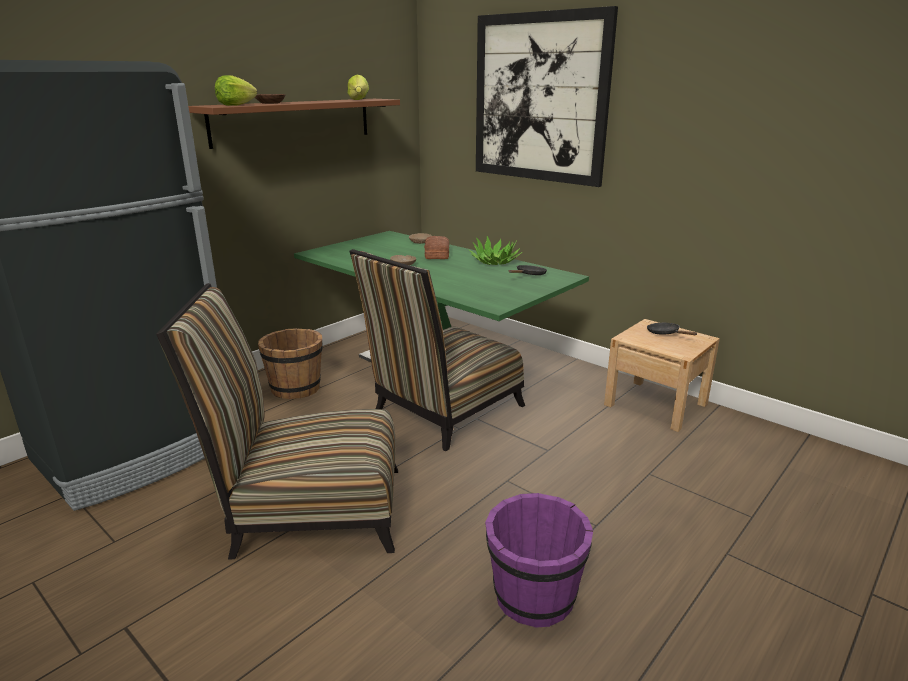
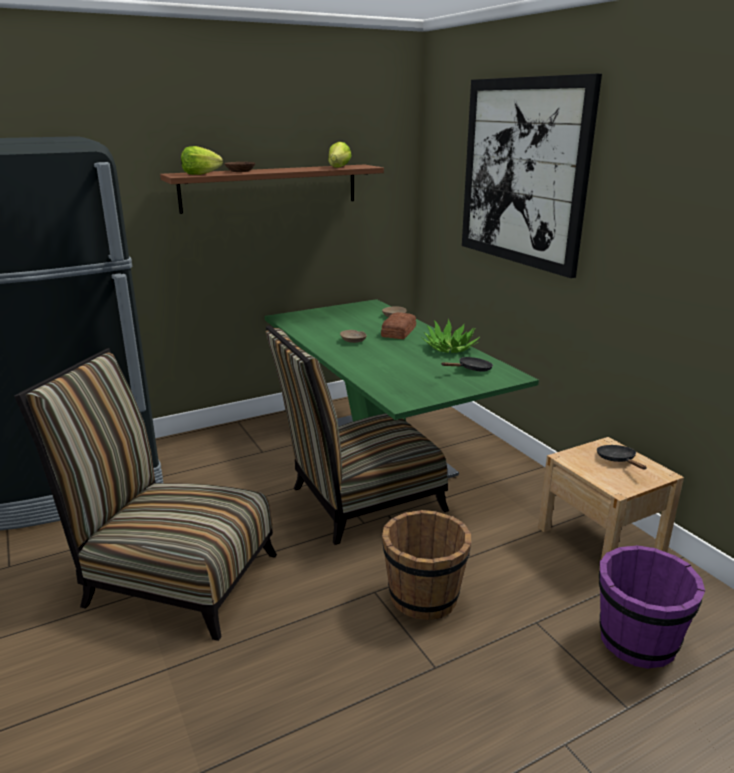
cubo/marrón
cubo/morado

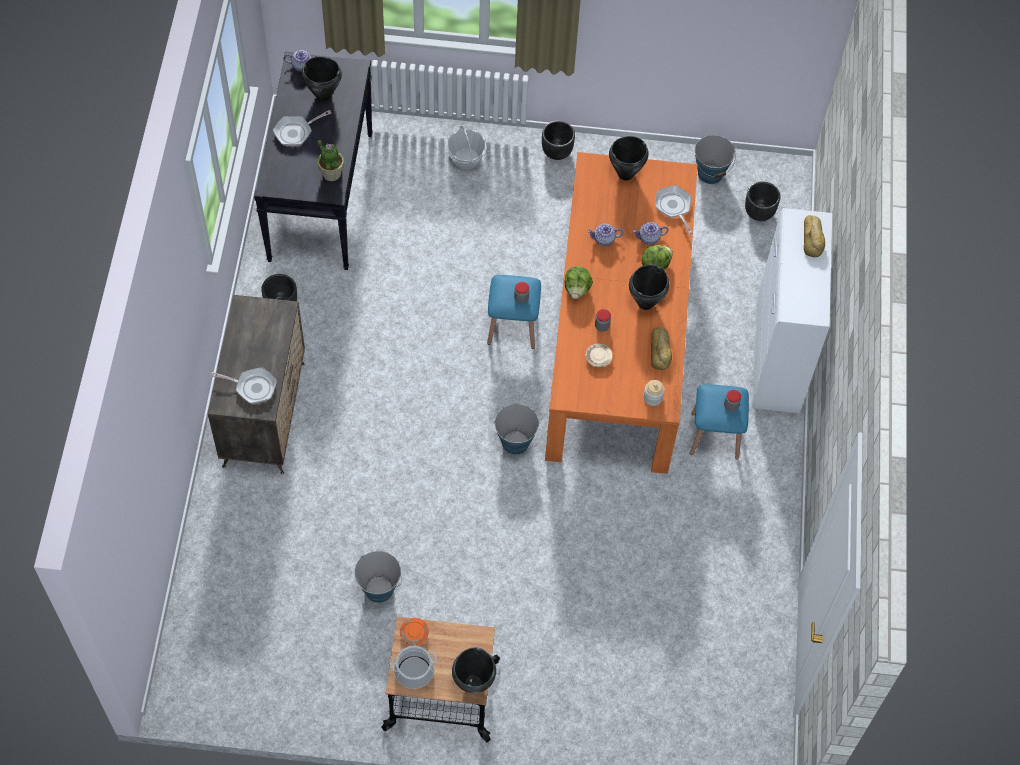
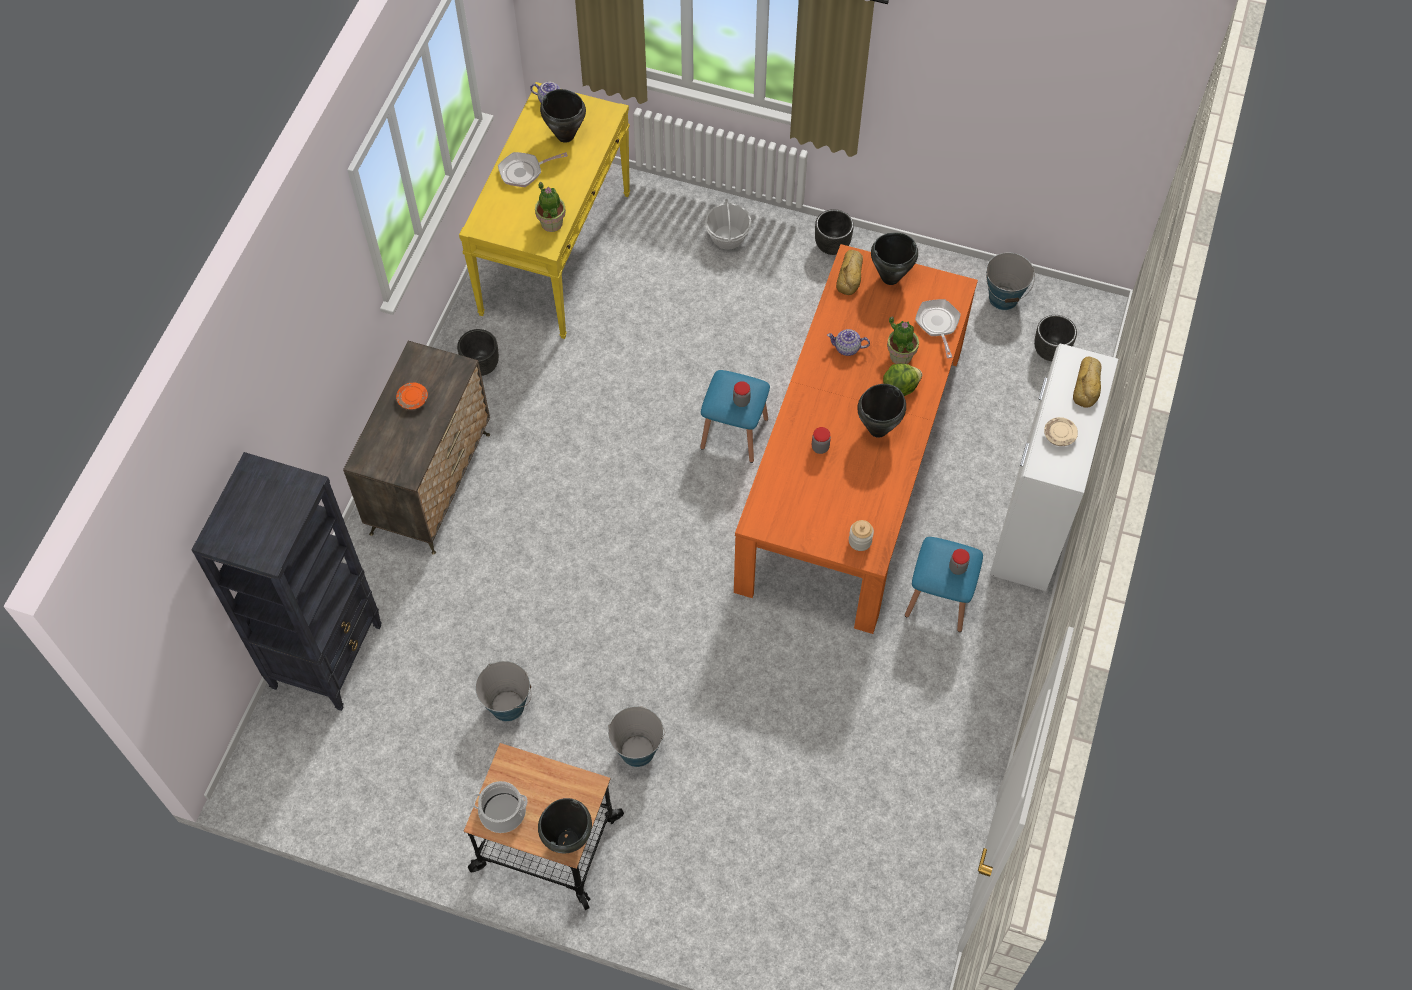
sartén (no. 1 from left in the first image)
lechuga (no. 1 from left in the first image)
estantería/negro
plato/naranja
cubo (no. 2 from left)
plato/beis
pan (no. 1 from left)
planta en maceta (no. 2 from left)
mesa consola/amarillo

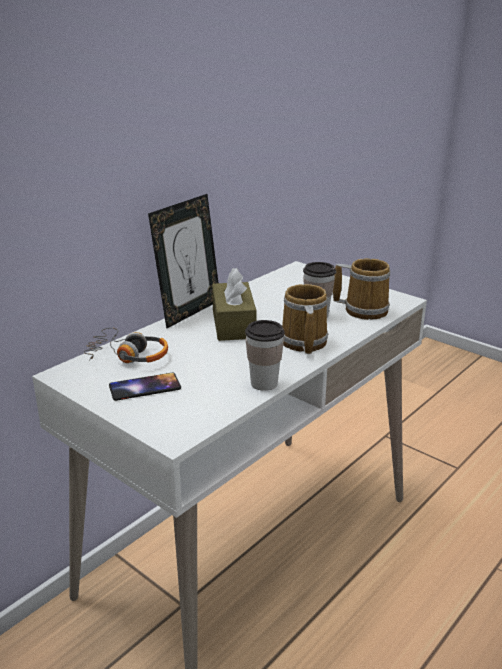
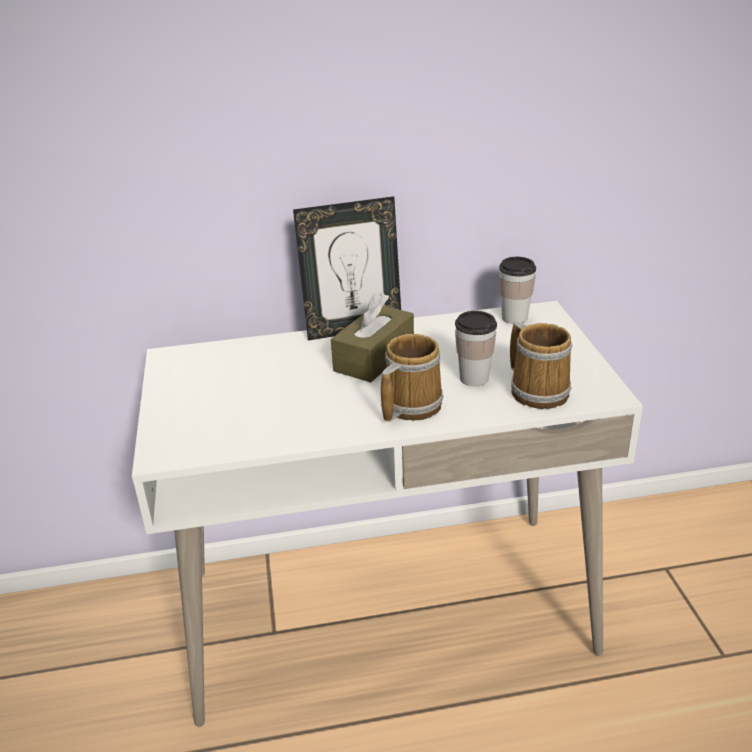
auriculares
móvil
taza (no. 2 from left)

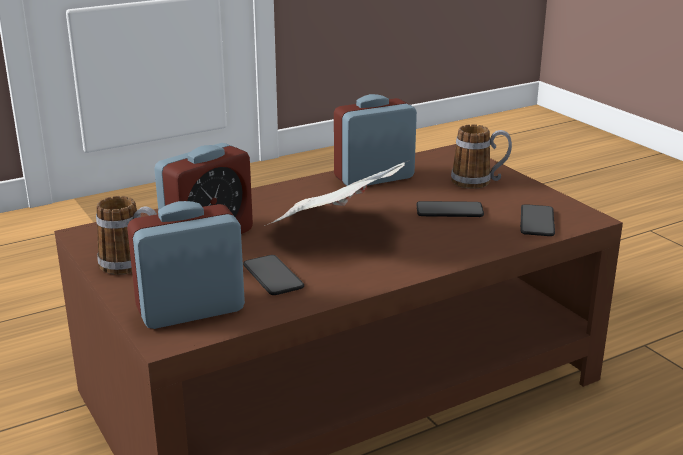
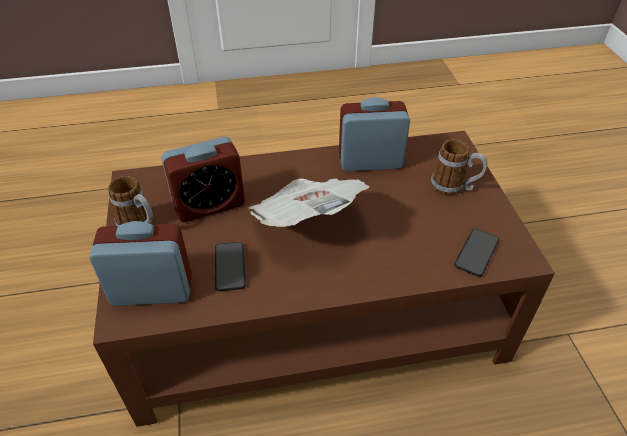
móvil (no. 2 from left in the first image)

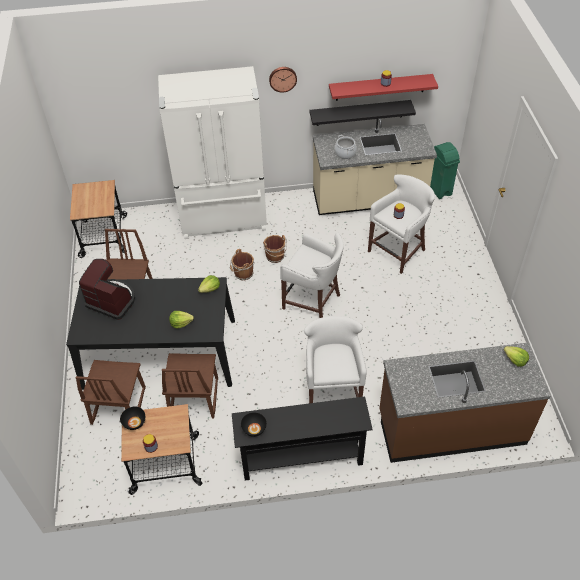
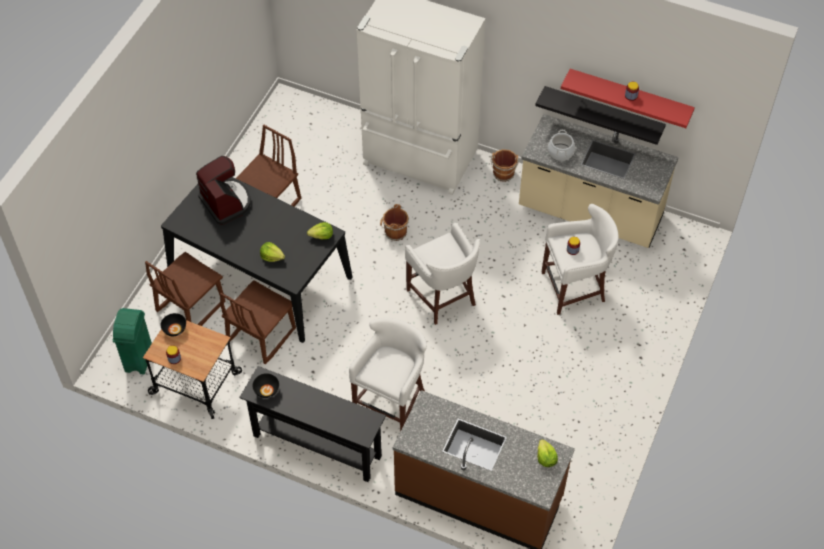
carrito (no. 1 from left in the first image)
reloj de pared
cubo/marrón (no. 2 from left)
papelera/verde

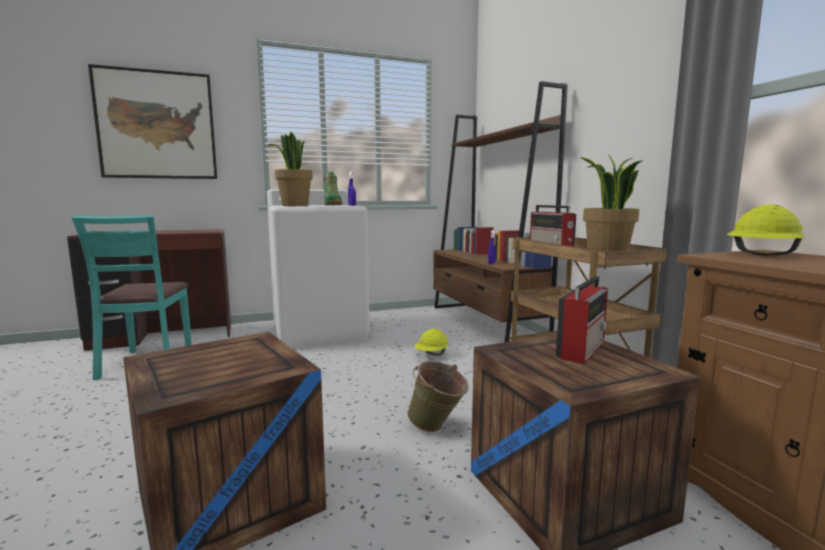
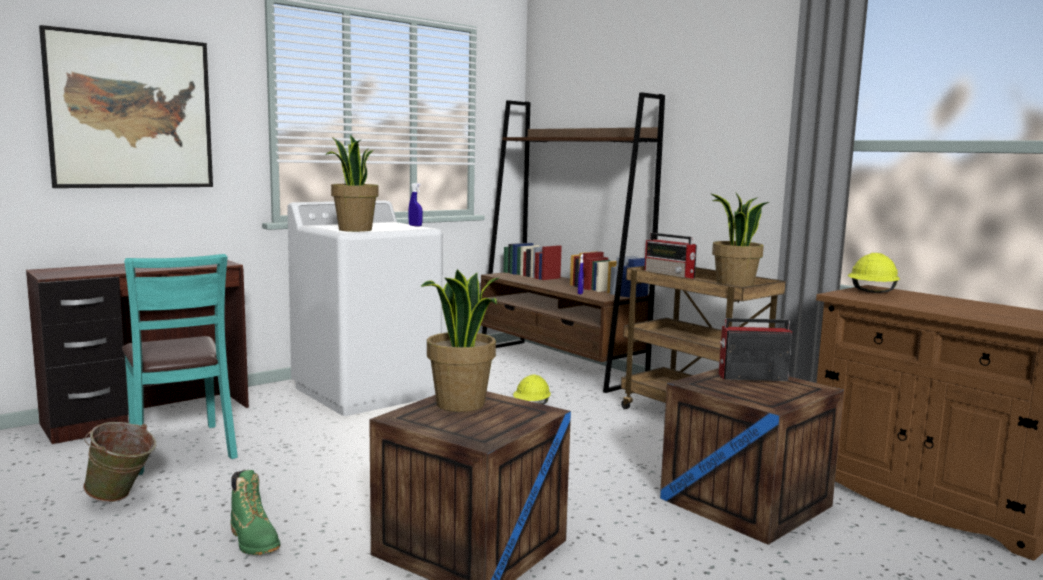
planta en maceta (no. 2 from left)
bota/verde
cubo/verde
radio (no. 2 from left)

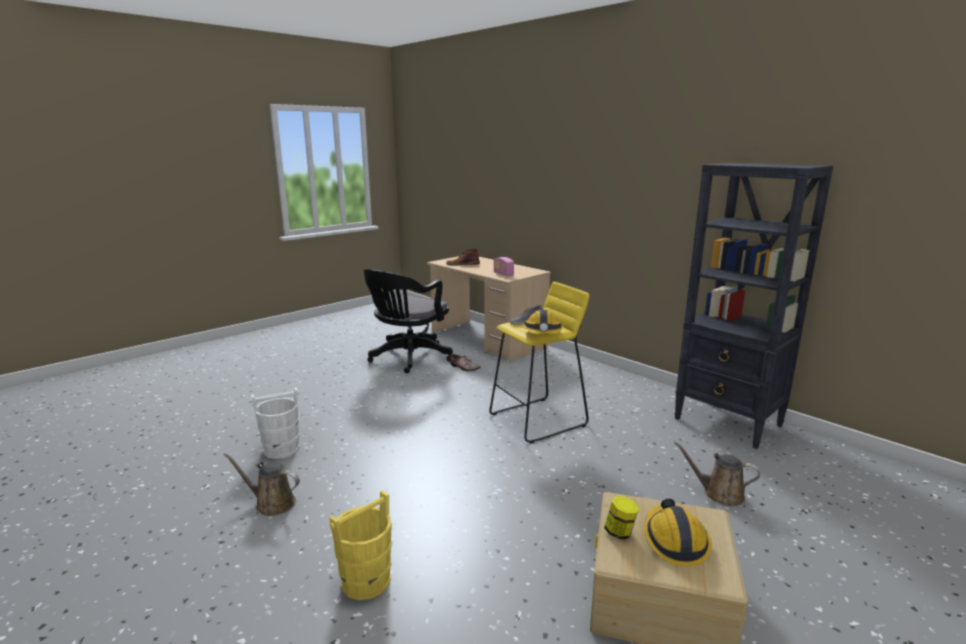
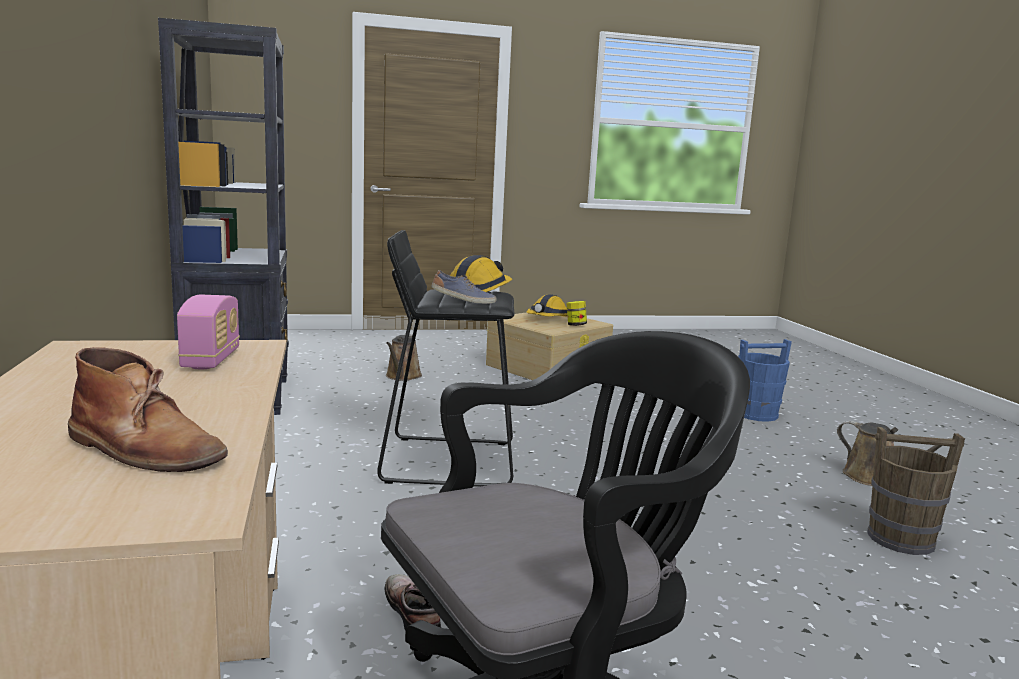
cubo/marrón
cubo/azul
taburete/negro
regadera/marrón (no. 1 from left)

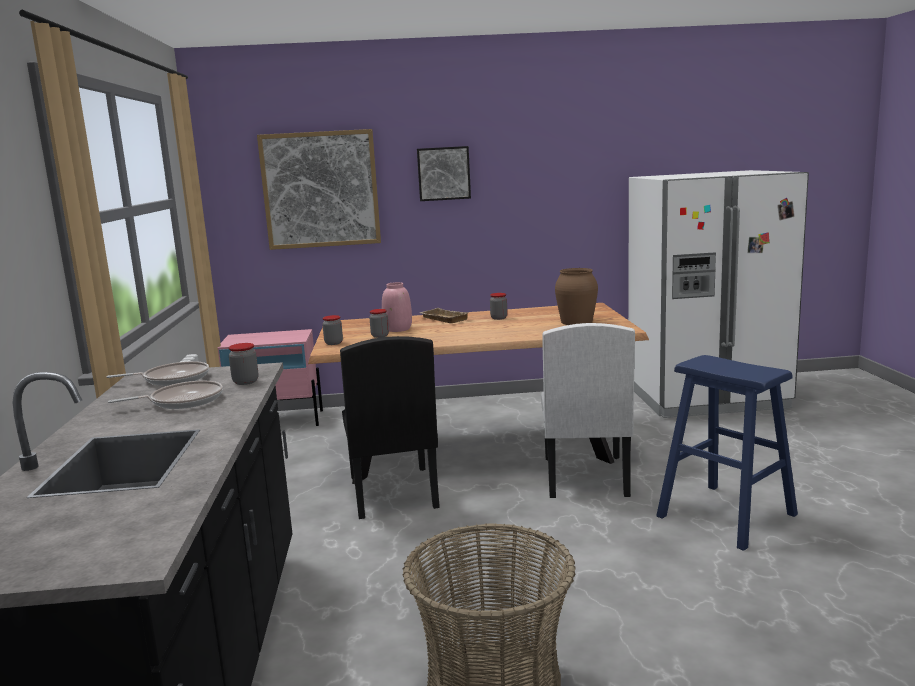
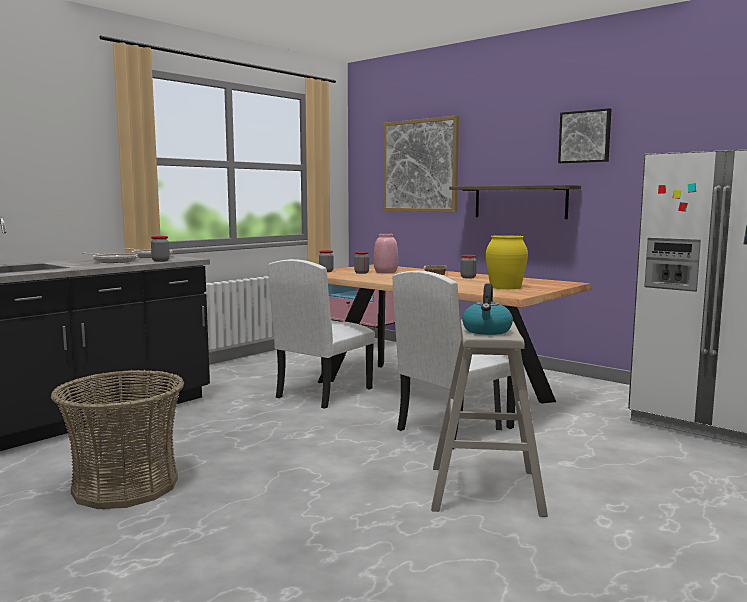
estante
hervidor
cuadro (no. 2 from left)
silla/blanco (no. 1 from left)
florero/amarillo
taburete/beis

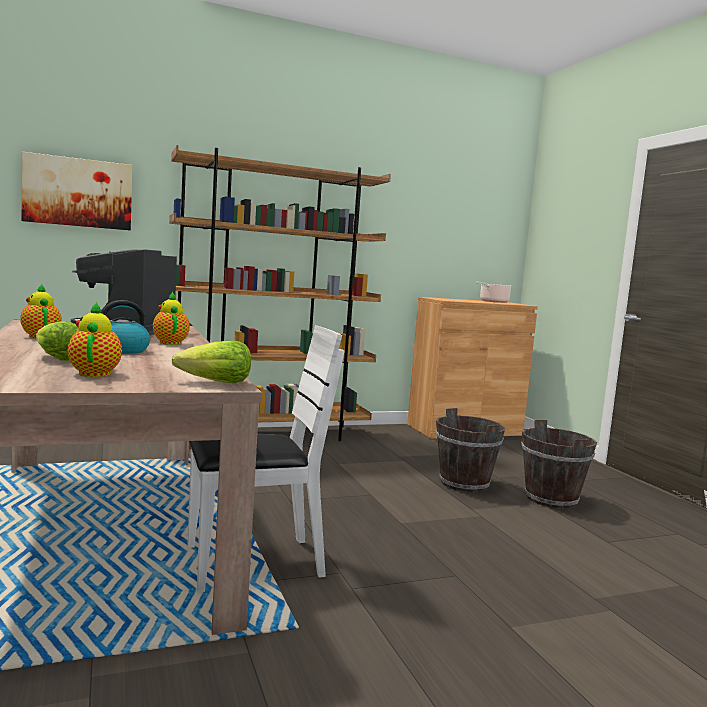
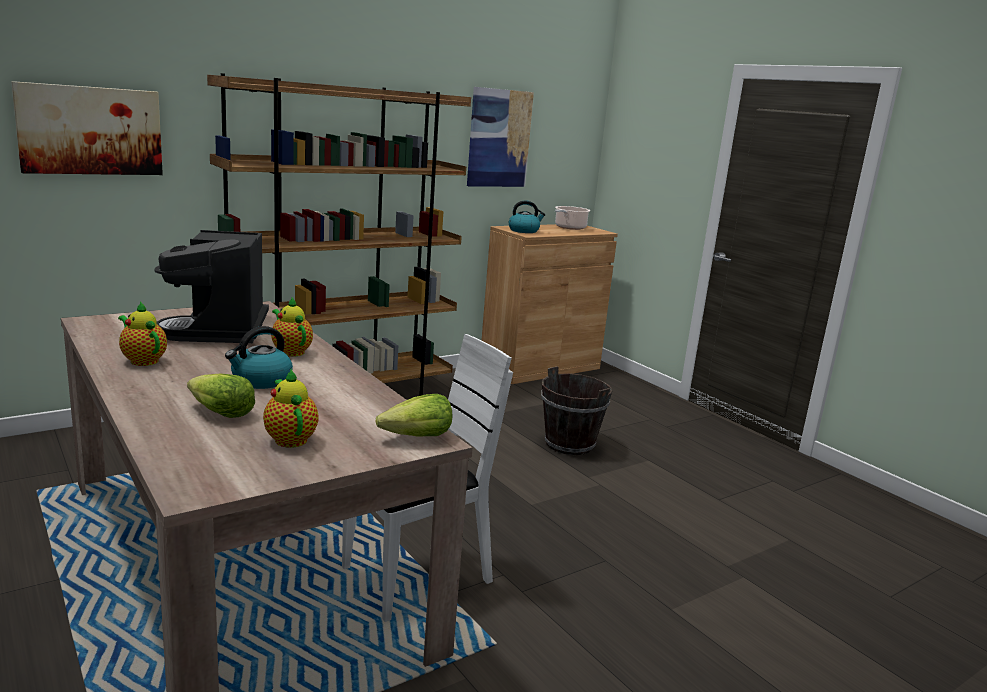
cubo/marrón (no. 2 from left in the first image)
cuadro (no. 2 from left)
hervidor (no. 2 from left)

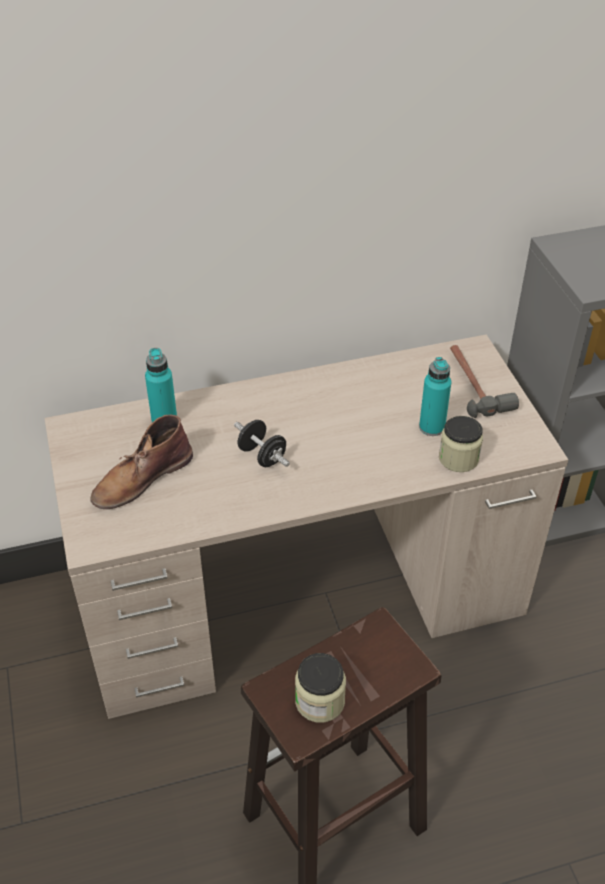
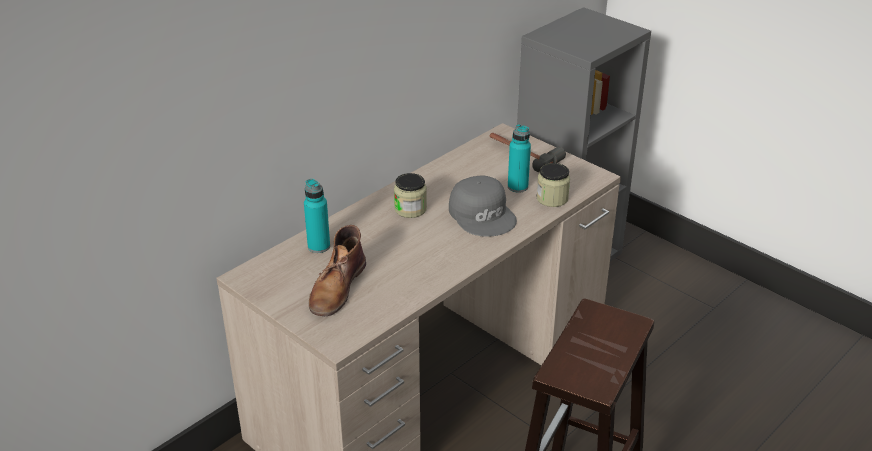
mancuerna/negro
gorra/gris
tarro (no. 1 from left)

